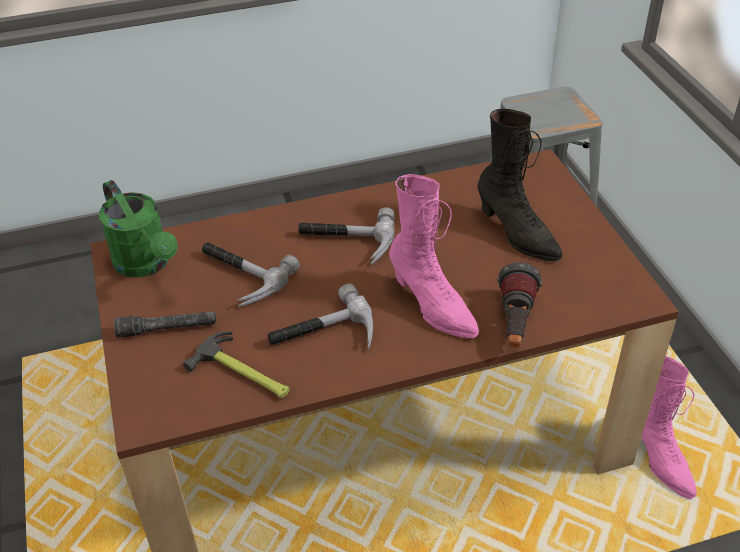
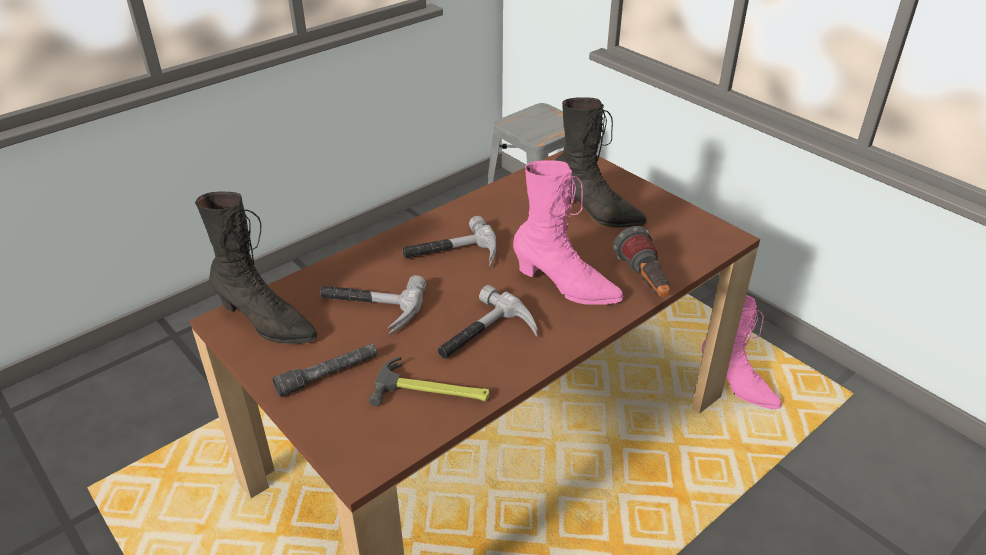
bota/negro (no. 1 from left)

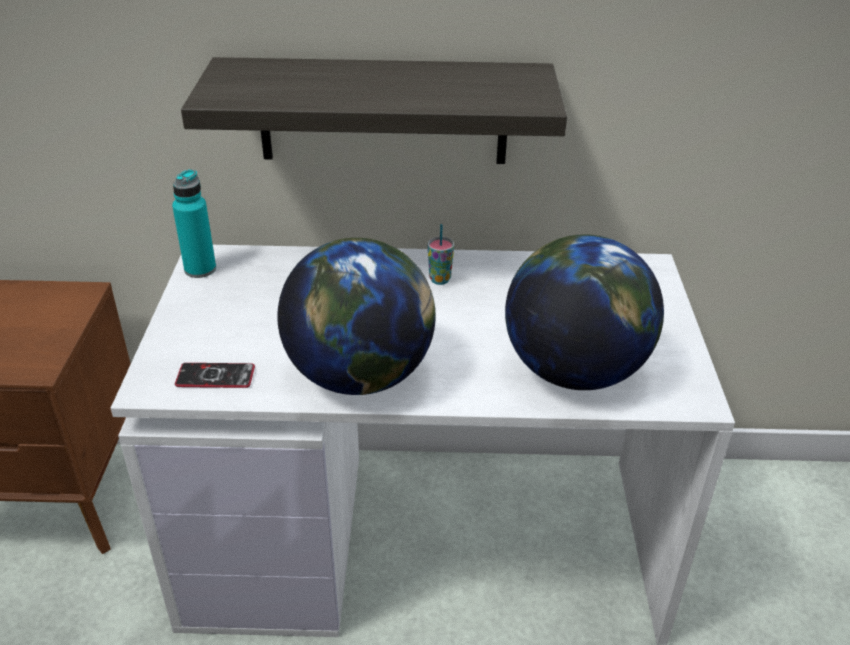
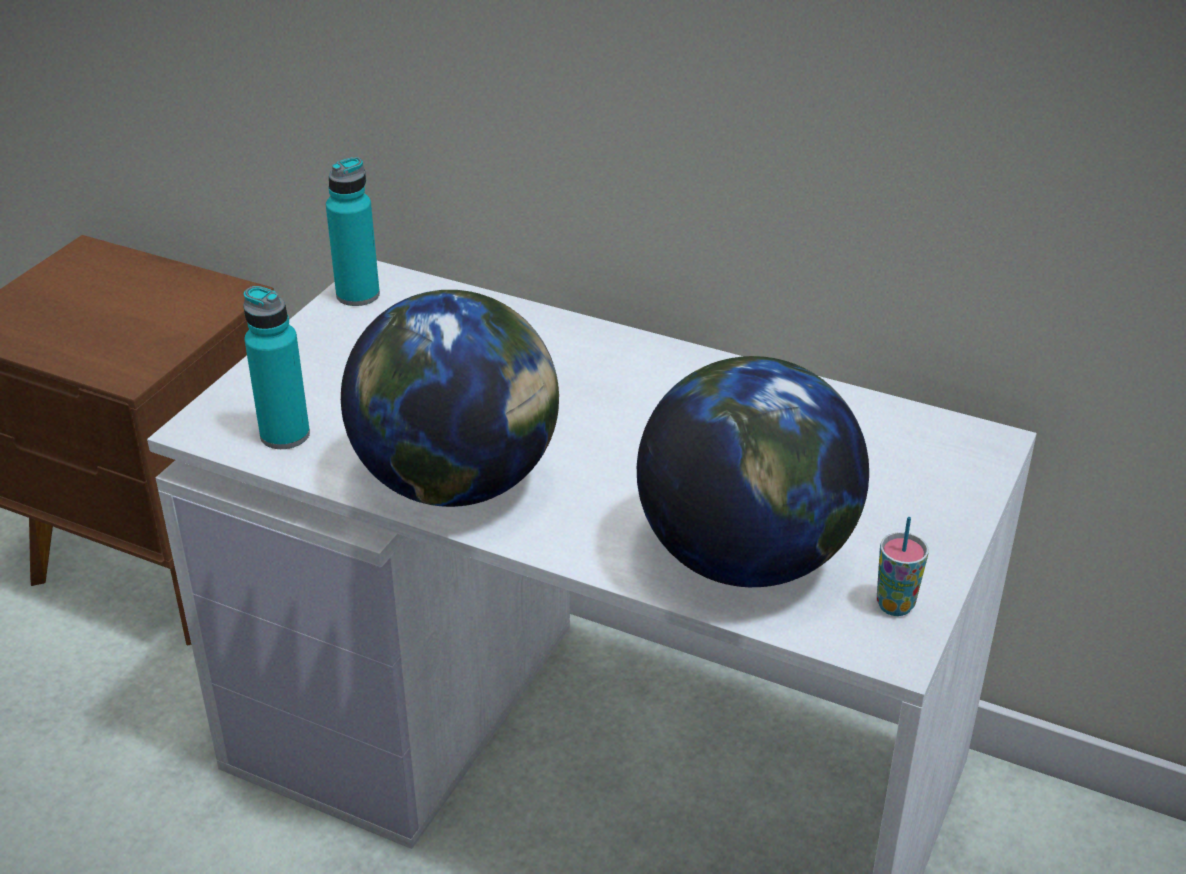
estante
taza
botella/turquesa (no. 1 from left)

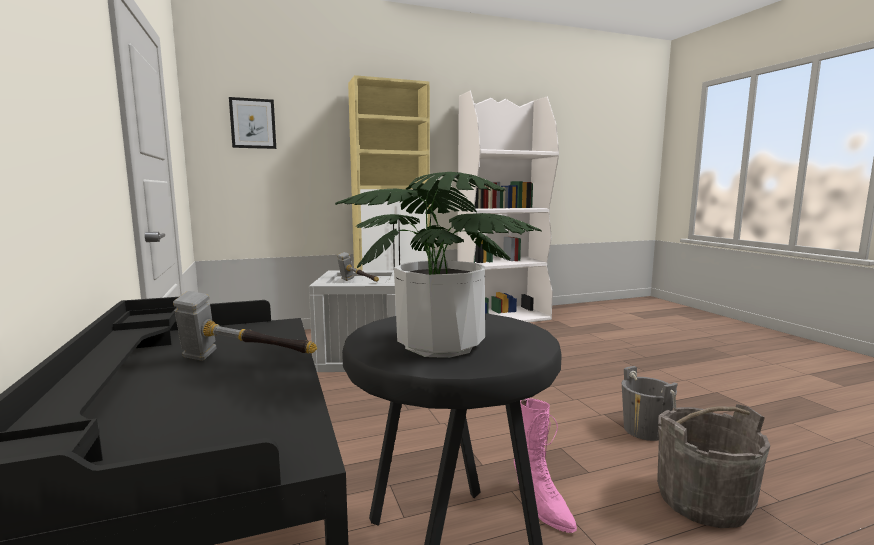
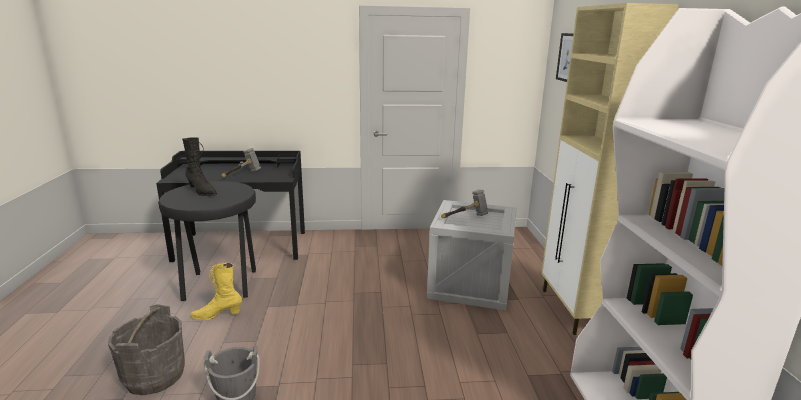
bota/negro
bota/amarillo

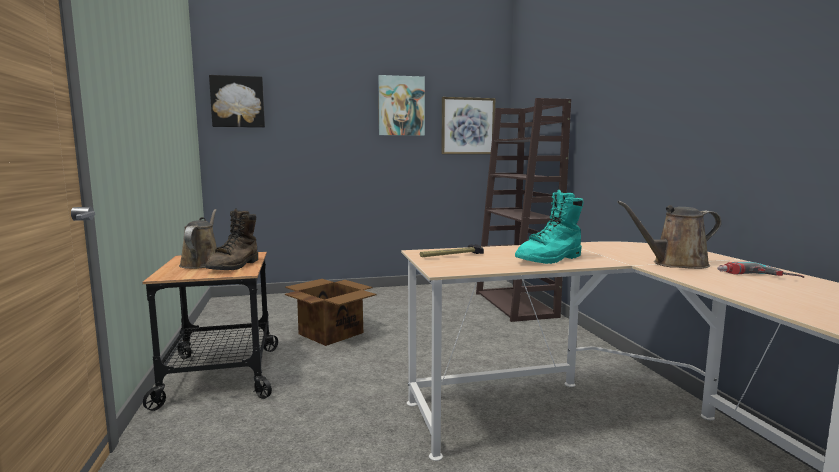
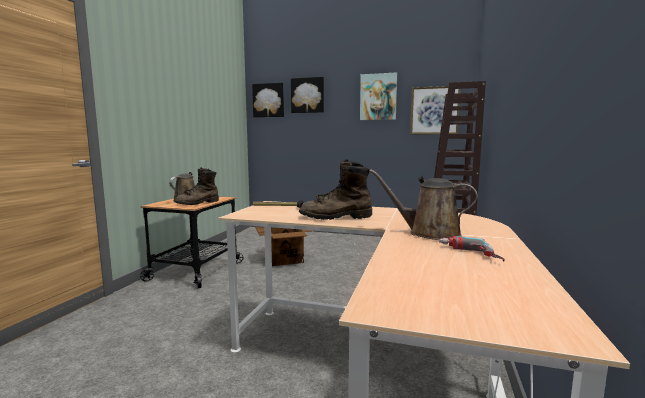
cuadro (no. 2 from left)
bota/marrón (no. 2 from left)

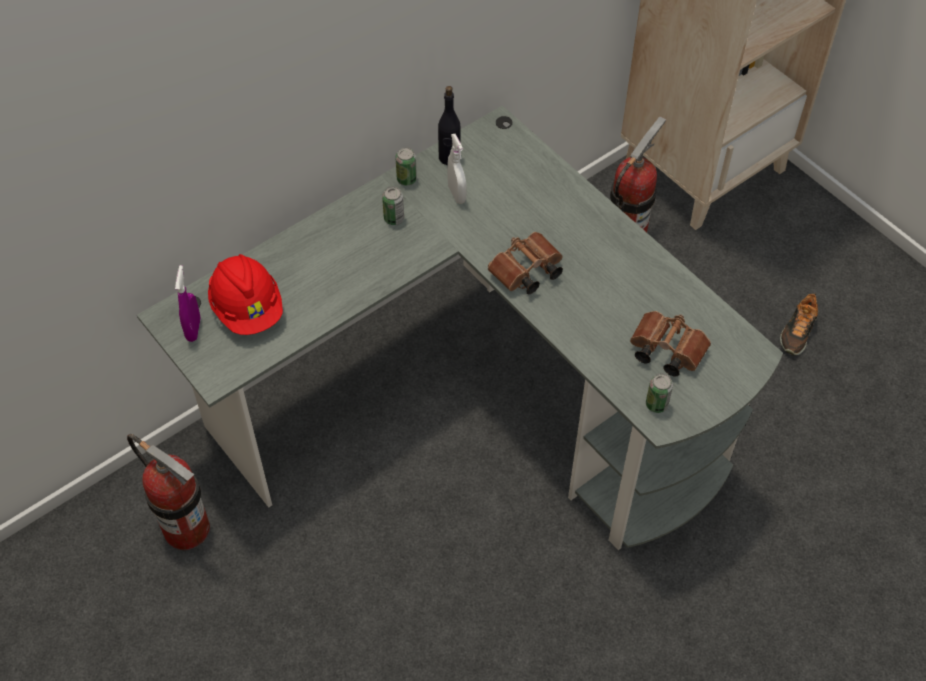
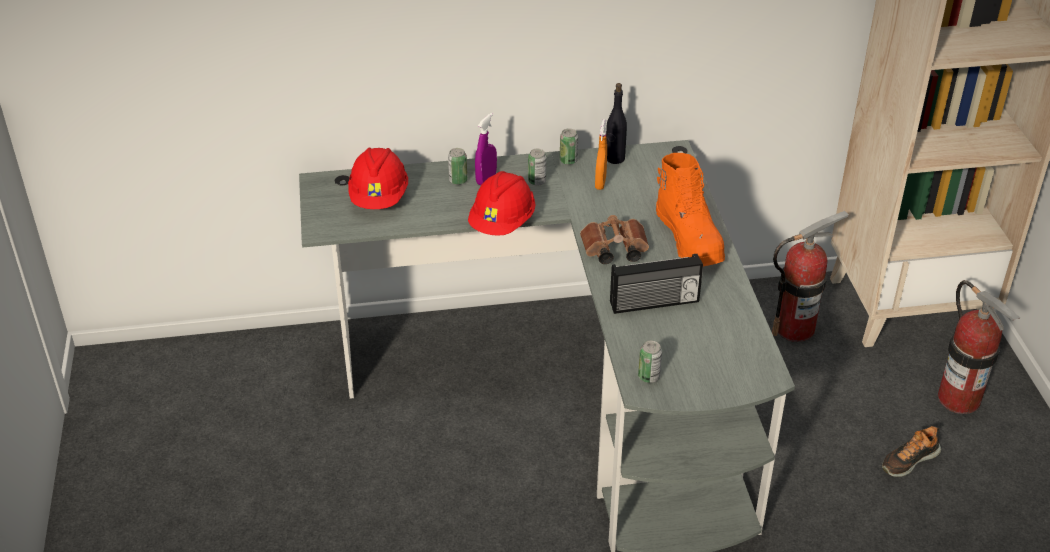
prismáticos/marrón (no. 2 from left in the first image)
lata (no. 1 from left)
casco/rojo (no. 2 from left)
radio
bota/naranja
extintor (no. 2 from left)
pulverizador/morado
pulverizador/naranja

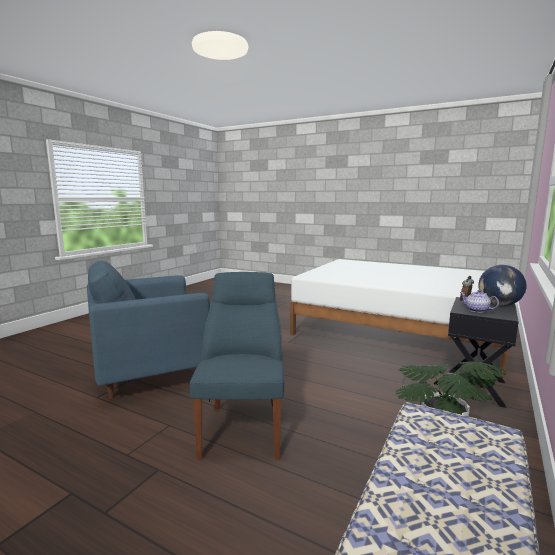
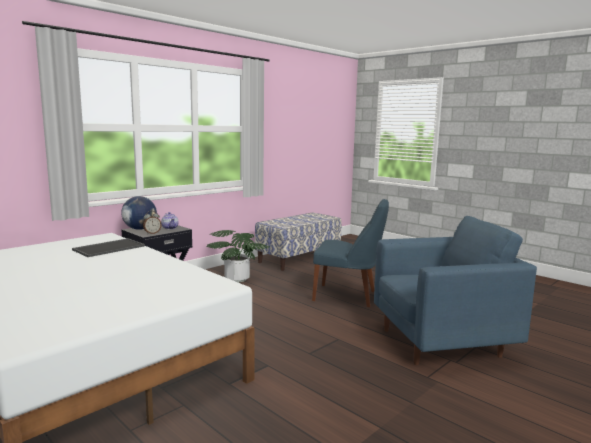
bandeja
silla/azul

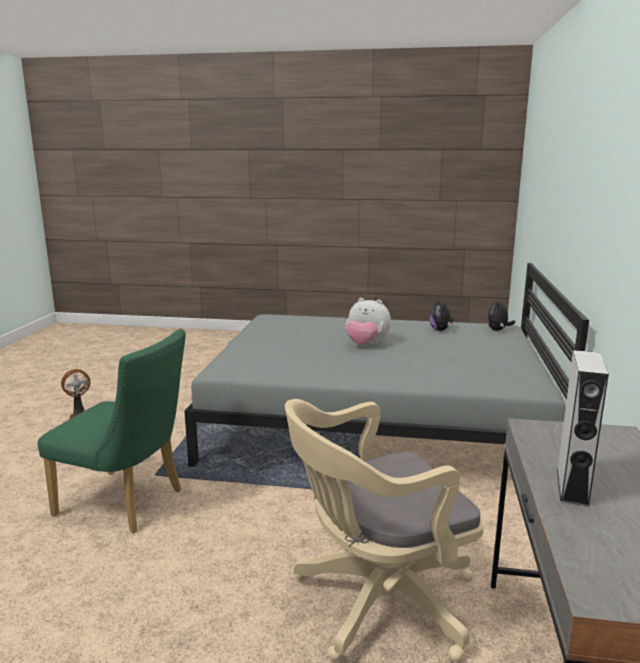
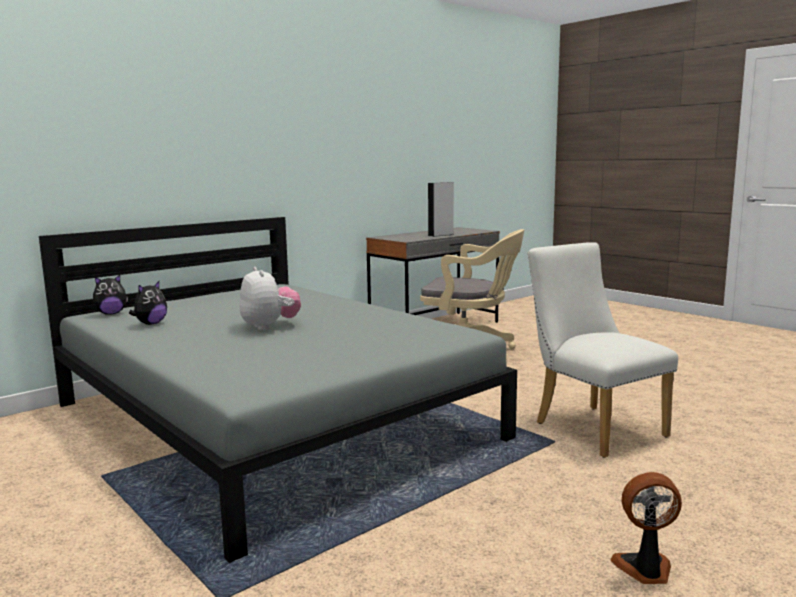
silla/blanco

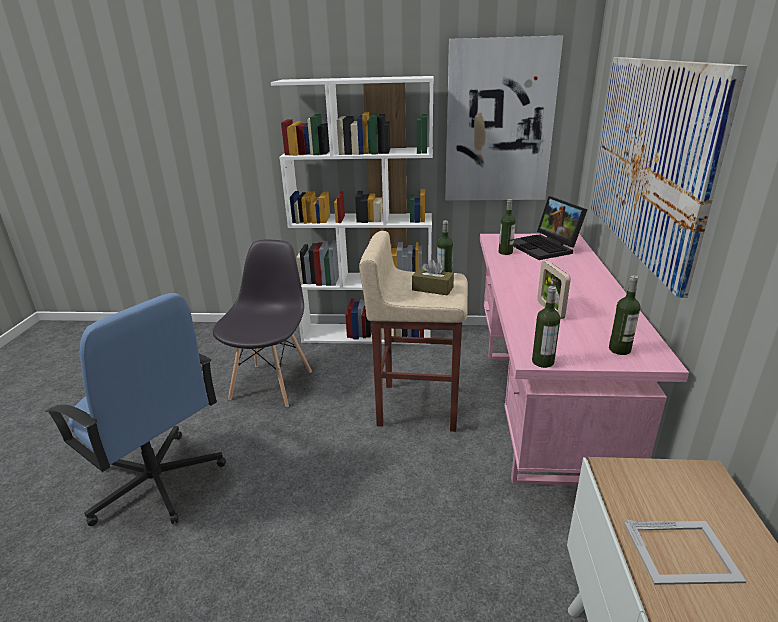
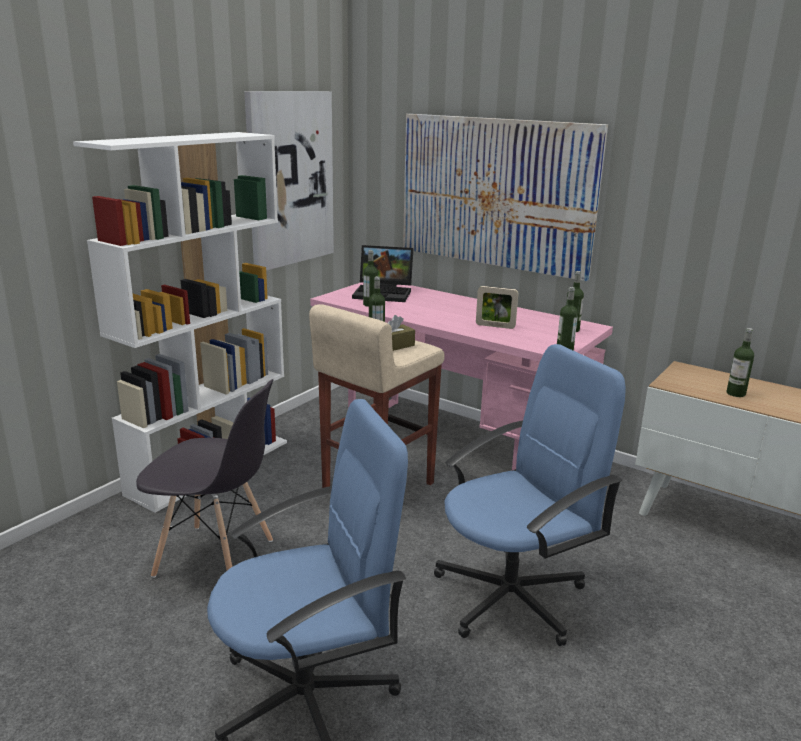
silla de oficina/azul (no. 2 from left)
botella (no. 5 from left)
silla/gris

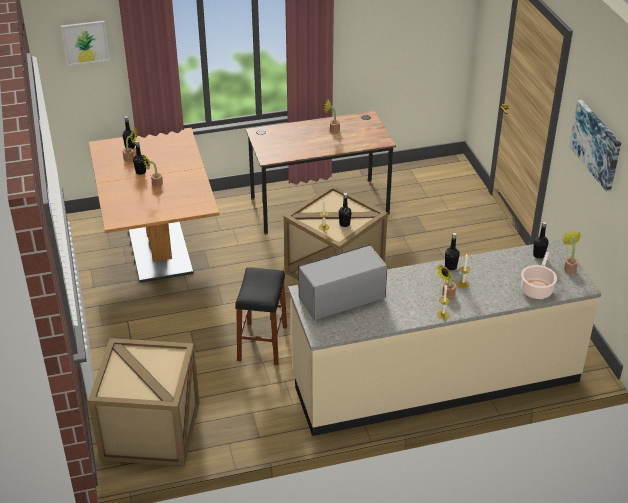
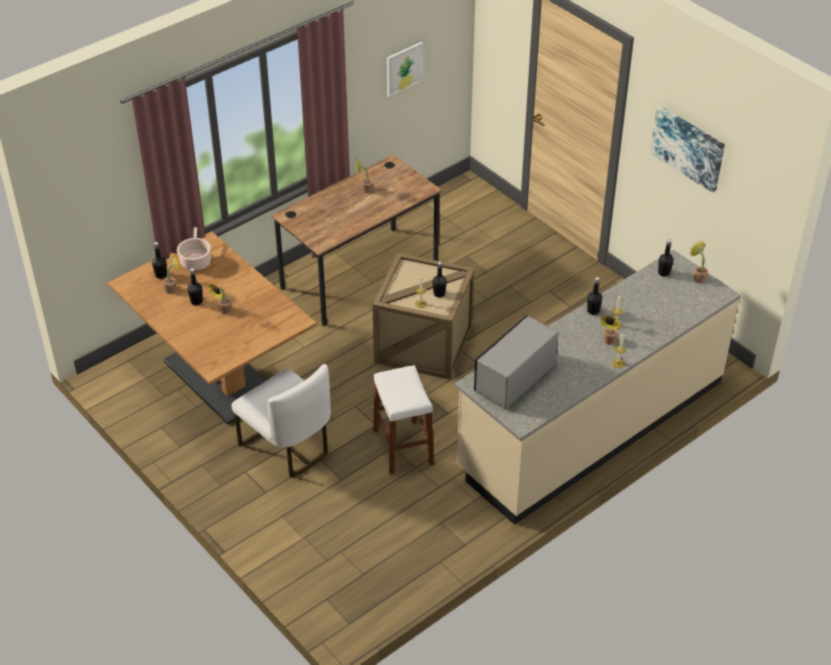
caja de embalaje (no. 1 from left in the first image)
silla/blanco
cuadro (no. 1 from left)
olla
taburete/blanco

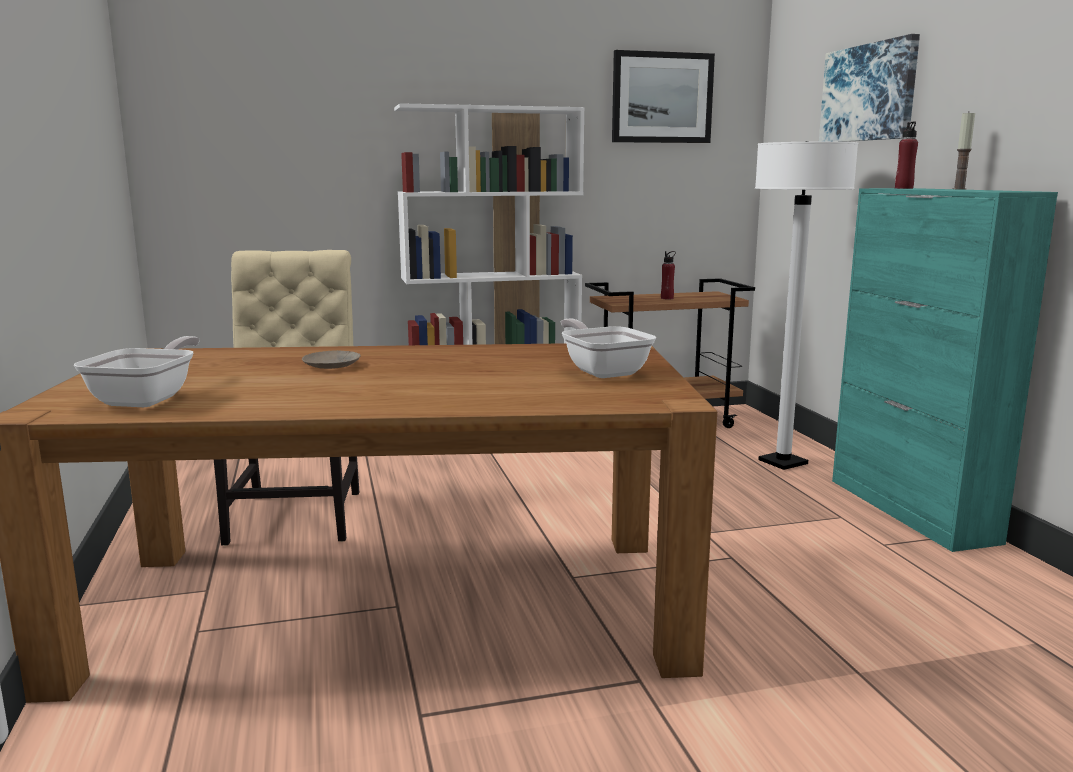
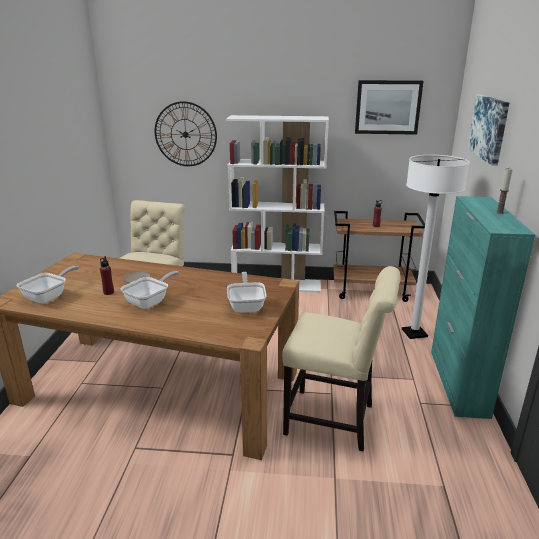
sartén (no. 2 from left)
reloj de pared
silla/beis (no. 2 from left)
botella/rojo (no. 1 from left)

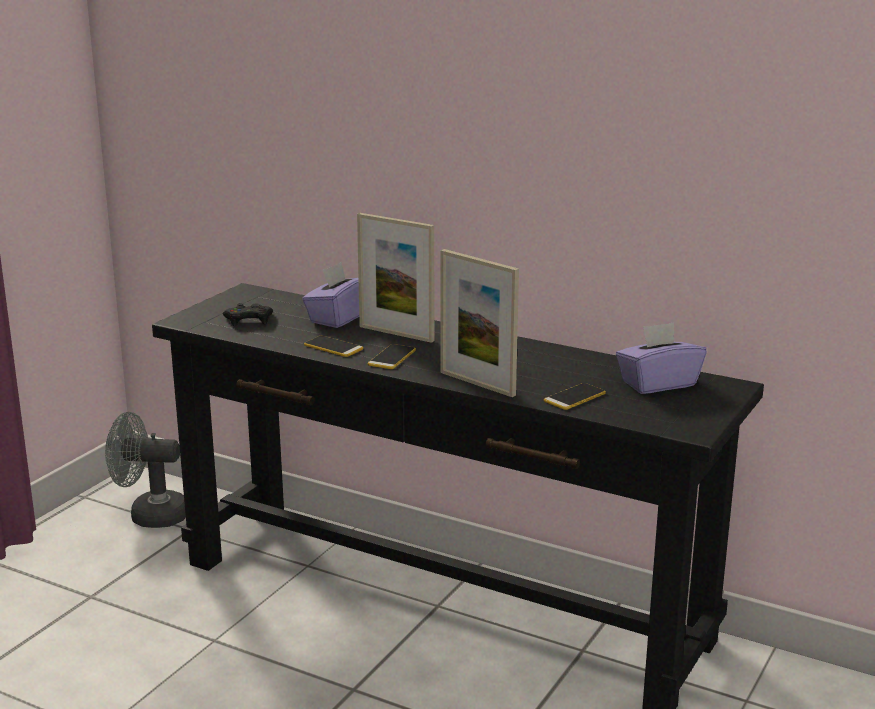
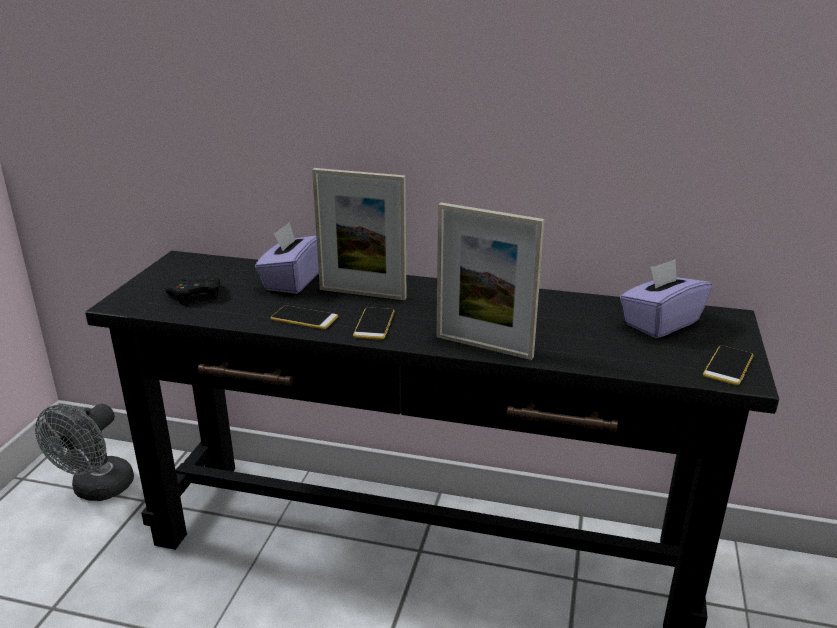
móvil (no. 3 from left)
ventilador/gris

